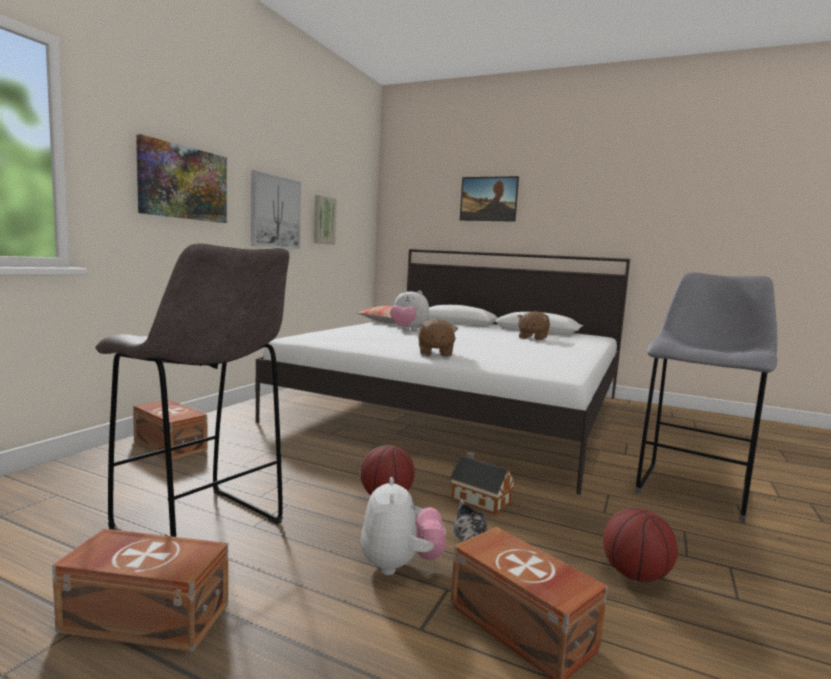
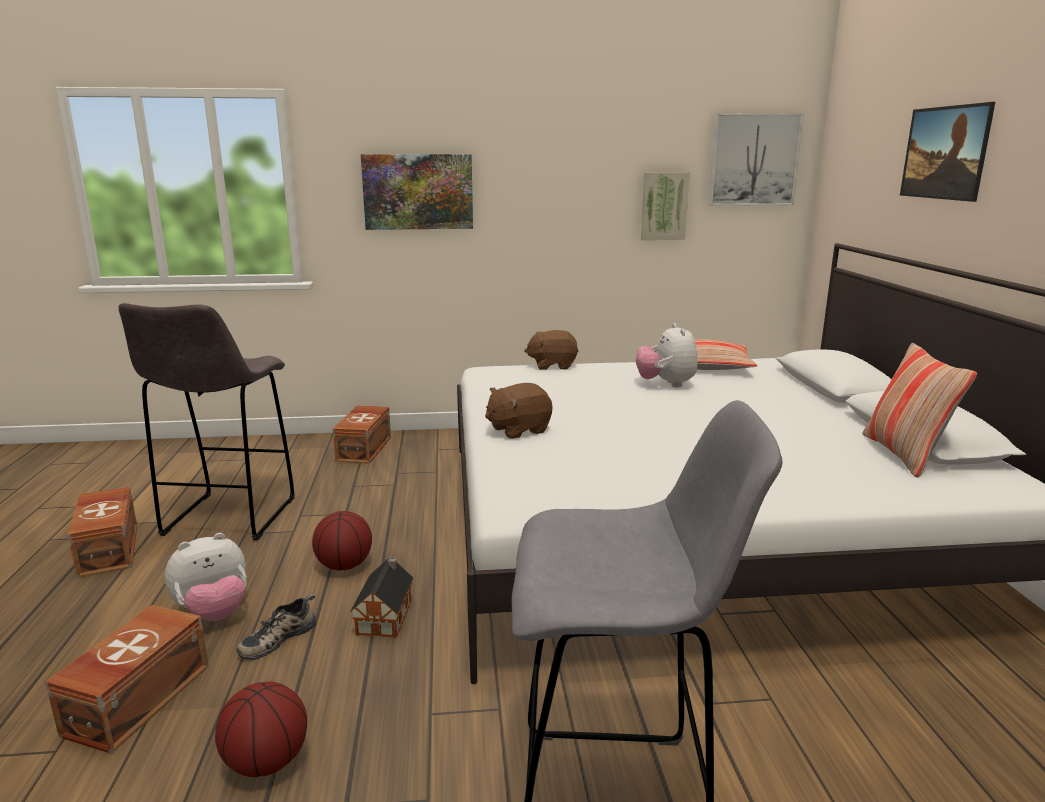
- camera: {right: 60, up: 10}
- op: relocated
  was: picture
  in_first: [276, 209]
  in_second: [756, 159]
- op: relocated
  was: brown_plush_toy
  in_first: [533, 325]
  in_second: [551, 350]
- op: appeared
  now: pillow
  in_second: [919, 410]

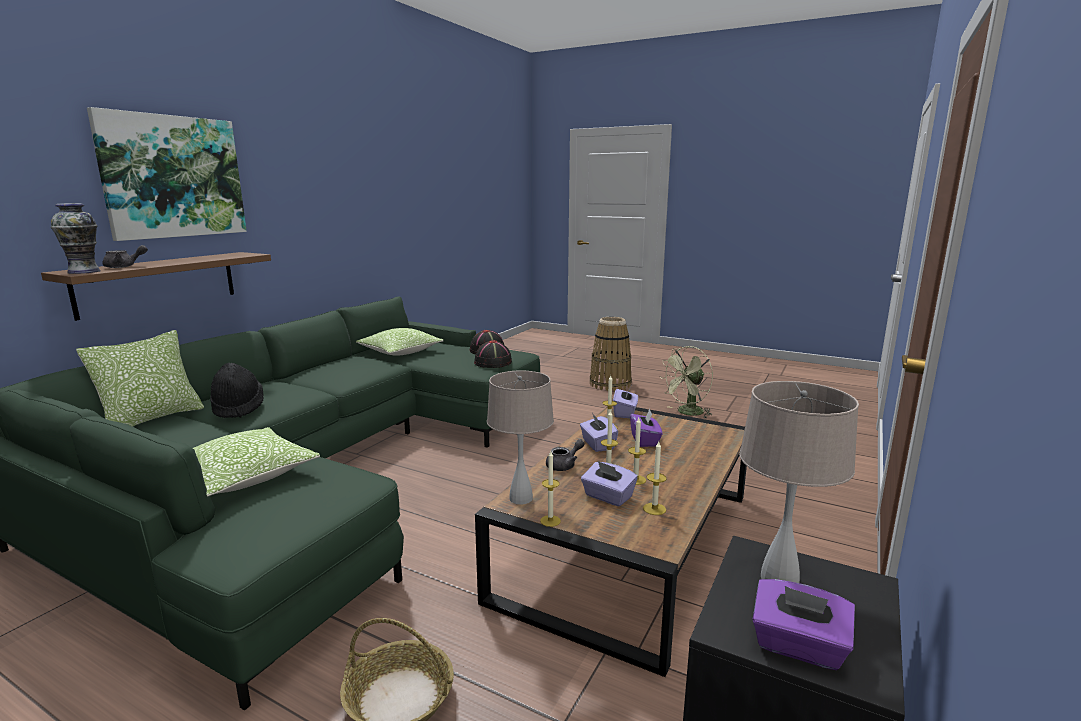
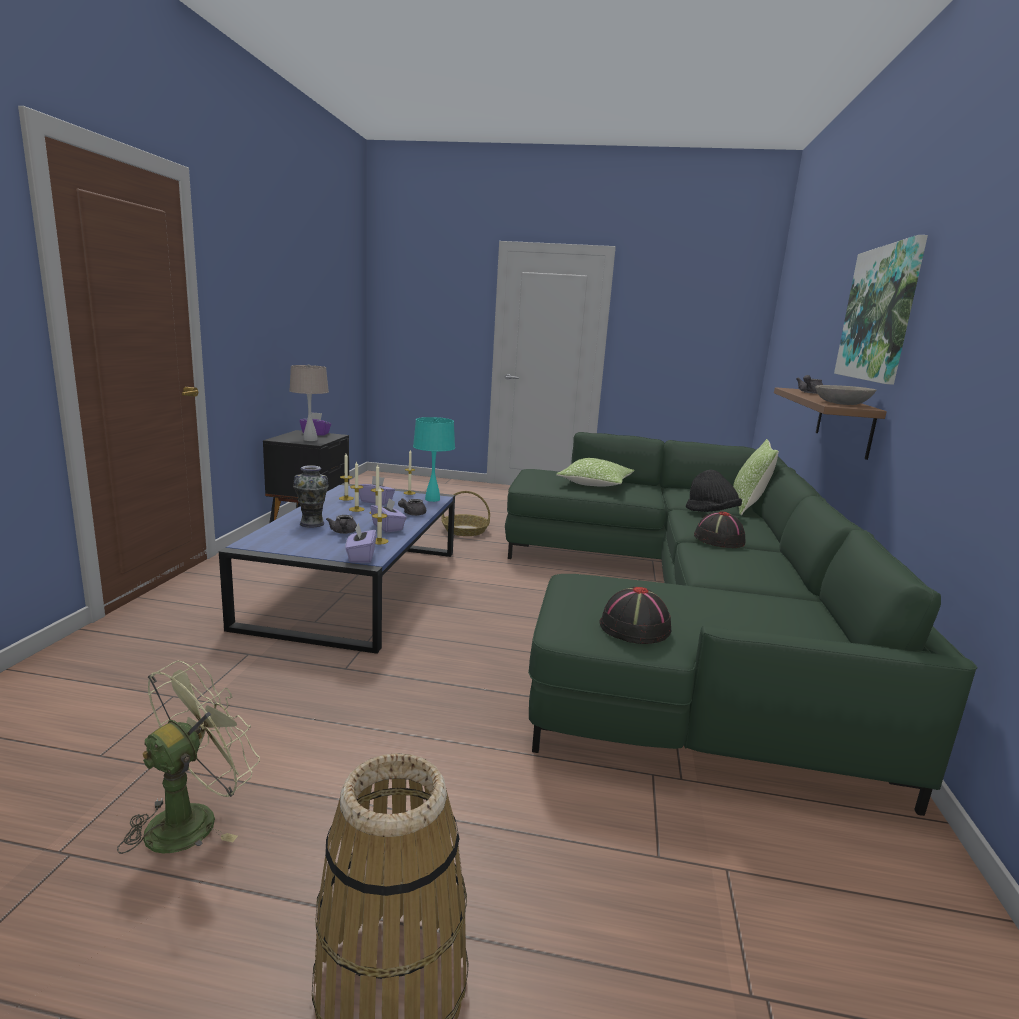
- camera: {right: 160, up: 0}
- op: relocated
  was: vase
  in_first: [76, 238]
  in_second: [310, 496]
- op: missing
  was: pillow
  in_first: [400, 342]
- op: relocated
  was: black_hat
  in_first: [493, 354]
  in_second: [720, 529]
- op: colour
  was: beige_table_lamp
  now: turquoise_table_lamp
  in_first: [520, 437]
  in_second: [434, 459]
- op: colour
  was: brown_coffee_table
  now: blue_coffee_table
  in_first: [611, 541]
  in_second: [337, 568]
- op: exchanged
  was: purple_tissue_box
  now: grey_teapot
  in_first: [646, 428]
  in_second: [341, 524]
- op: appeared
  now: grey_bowl
  in_second: [845, 395]

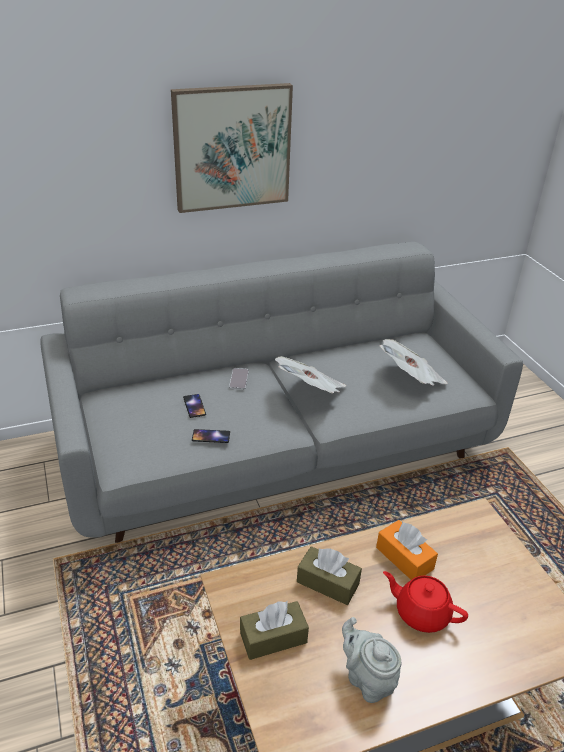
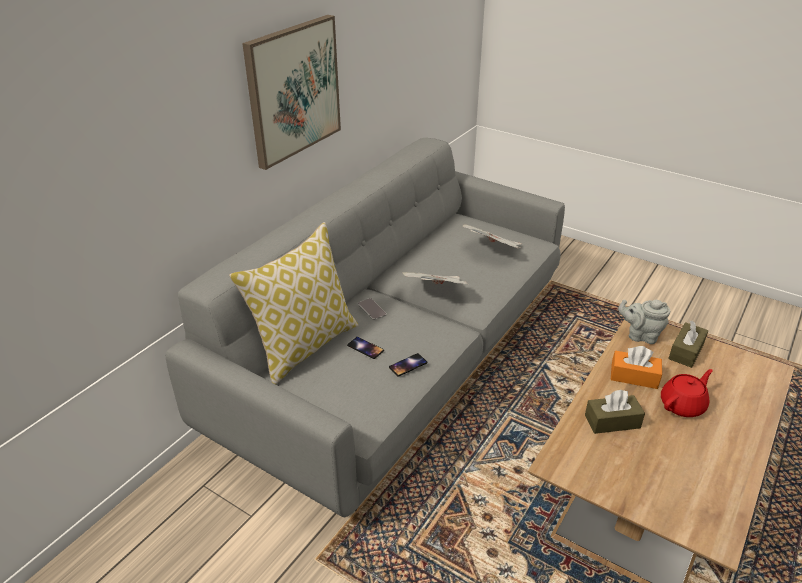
- camera: {right: -35, up: 0}
- op: spun
  was: red_teapot
  in_first: [425, 602]
  in_second: [687, 393]
  clockwise: 150
- op: relocated
  was: brown_tissue_box
  in_first: [274, 630]
  in_second: [688, 344]
- op: relocated
  was: grey_teapot
  in_first: [372, 660]
  in_second: [644, 322]
- op: appeared
  now: pillow
  in_second: [293, 303]

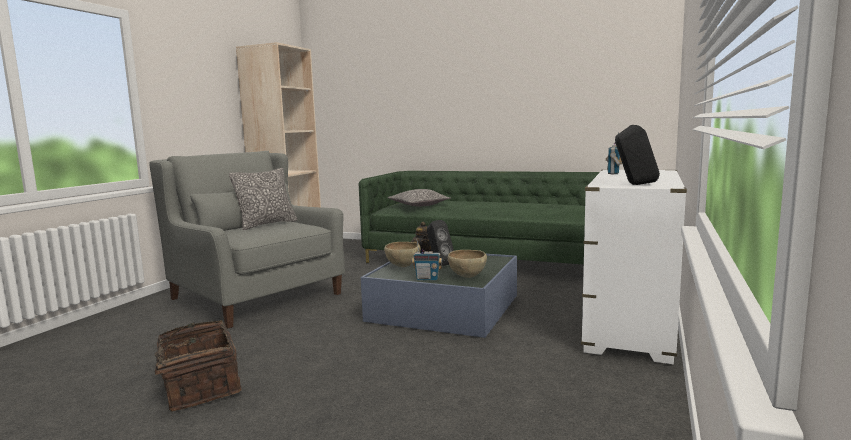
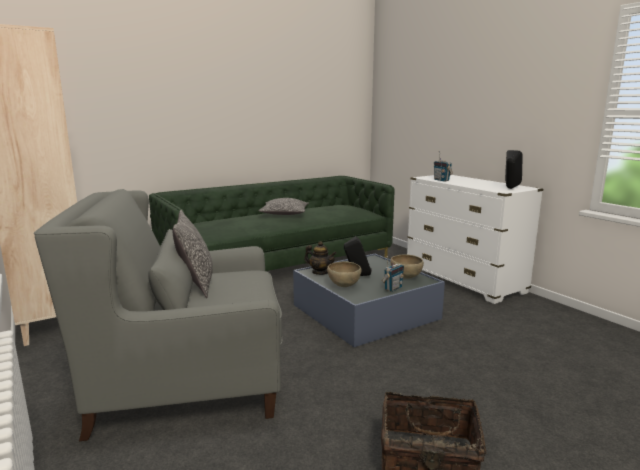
- camera: {right: -55, up: 5}
- op: relocated
  was: pillow
  in_first: [419, 197]
  in_second: [283, 206]

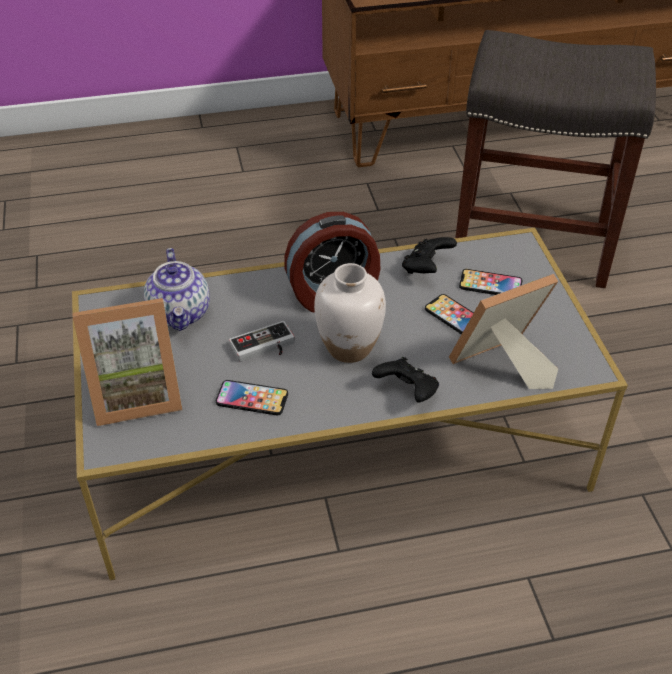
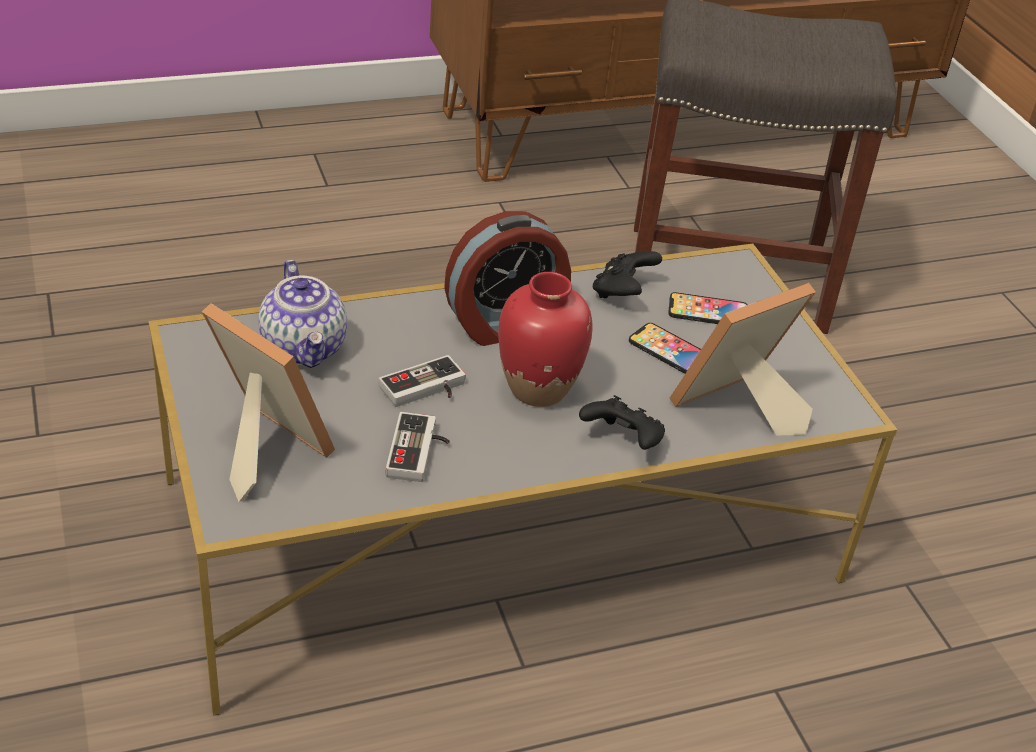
- camera: {right: -10, up: -5}
- op: colour
  was: white_vase
  now: red_vase
  in_first: [350, 313]
  in_second: [545, 339]
- op: spun
  was: picture_frame
  in_first: [127, 362]
  in_second: [268, 402]
  clockwise: -120
- op: exchanged
  was: phone
  now: game_controller
  in_first: [252, 397]
  in_second: [418, 447]

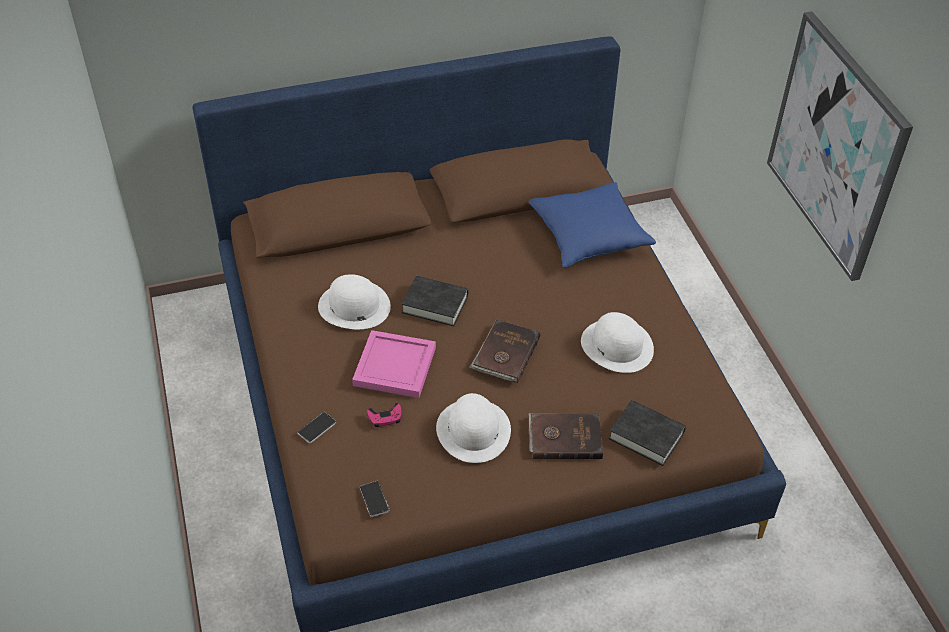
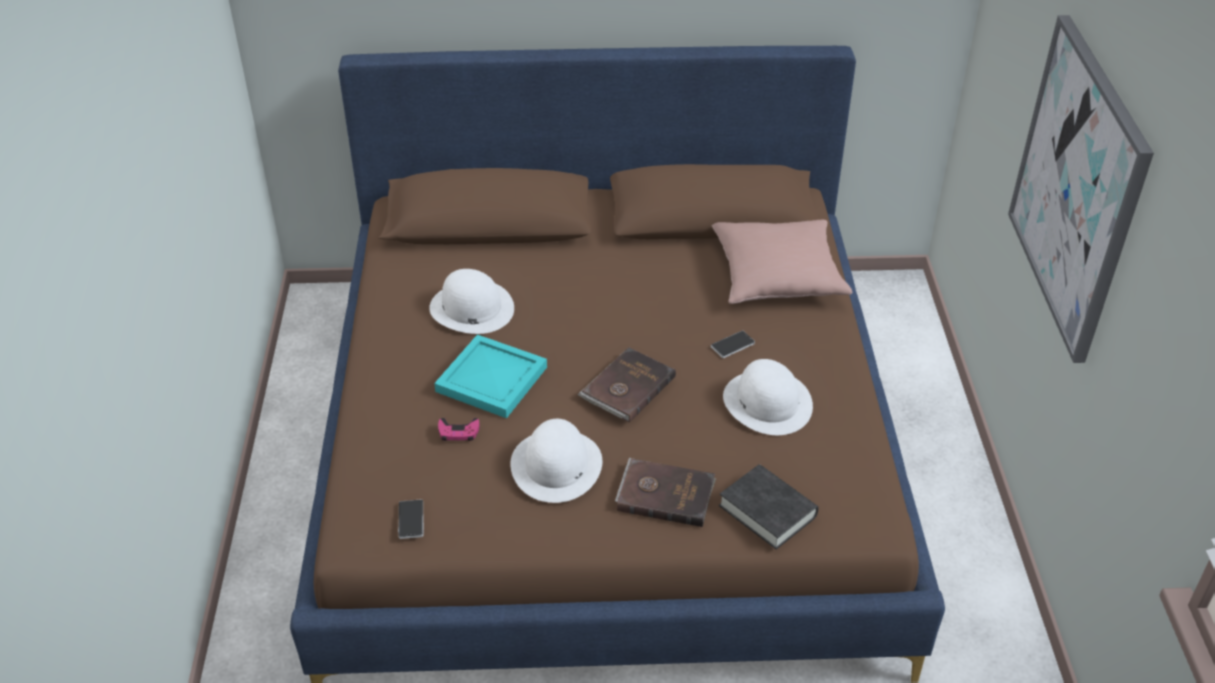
- camera: {right: 15, up: -5}
- op: colour
  was: blue_pillow
  now: pink_pillow
  in_first: [592, 225]
  in_second: [782, 262]
- op: missing
  was: black_book
  in_first: [434, 301]
- op: colour
  was: pink_tray
  now: turquoise_tray
  in_first: [394, 364]
  in_second: [490, 376]
- op: relocated
  was: phone
  in_first: [316, 428]
  in_second: [733, 344]

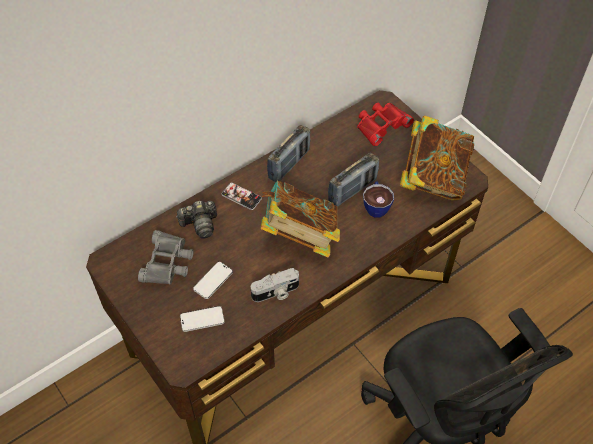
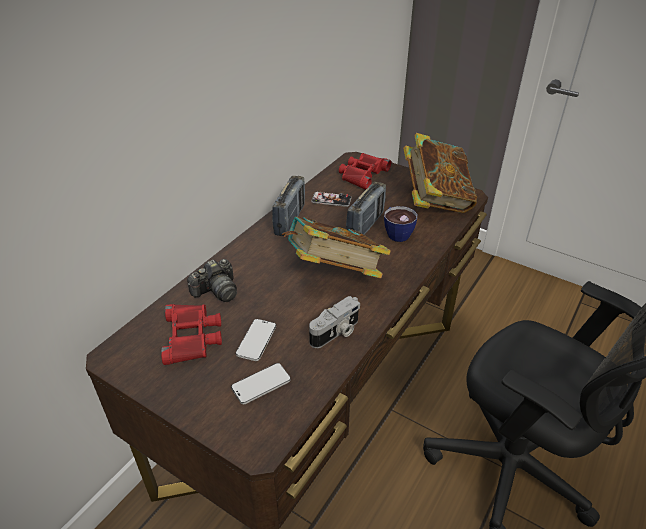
- camera: {right: -20, up: -15}
- op: relocated
  was: phone
  in_first: [241, 196]
  in_second: [331, 199]
- op: colour
  was: grey_binoculars
  now: red_binoculars
  in_first: [165, 257]
  in_second: [191, 334]

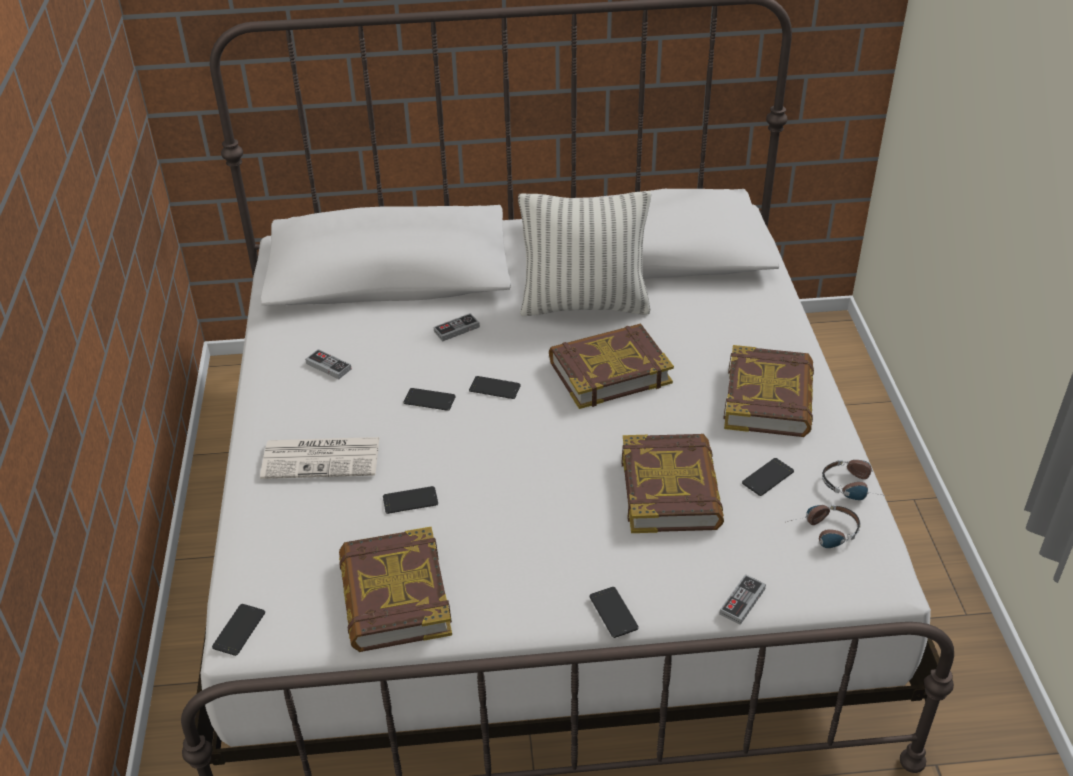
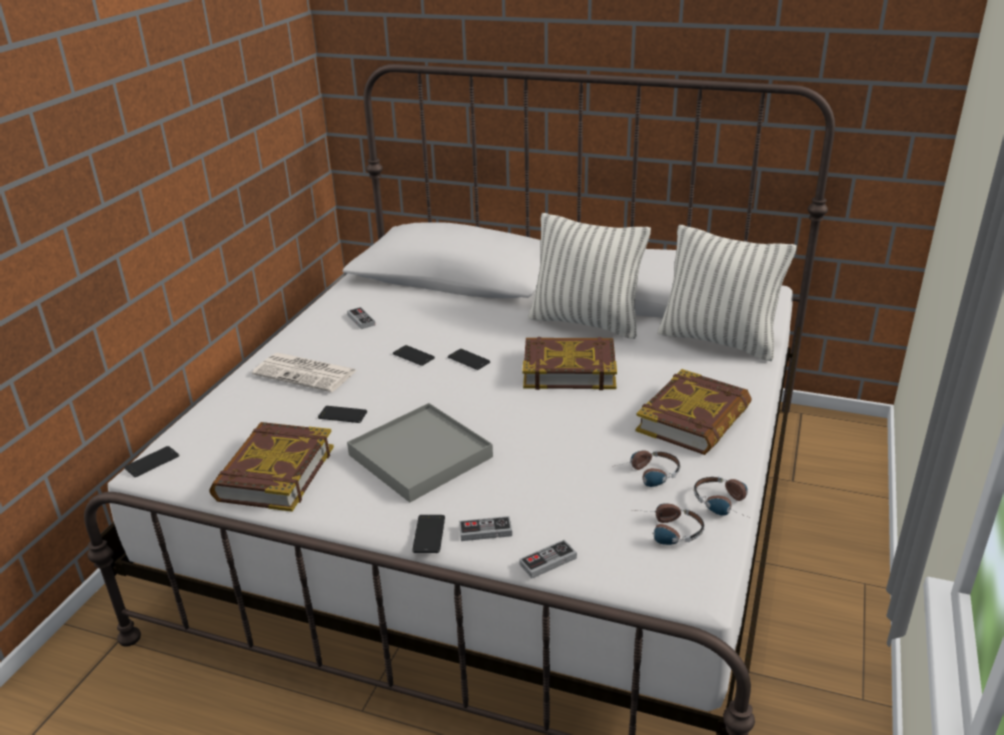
- camera: {right: 25, up: -10}
- op: relocated
  was: game_controller
  in_first: [457, 327]
  in_second: [485, 528]
- op: missing
  was: book
  in_first: [672, 483]
- op: exchanged
  was: phone
  now: headphones
  in_first: [768, 477]
  in_second: [648, 468]
- op: appeared
  now: pillow
  in_second: [727, 293]
- op: appeared
  now: grey_tray
  in_second: [420, 452]

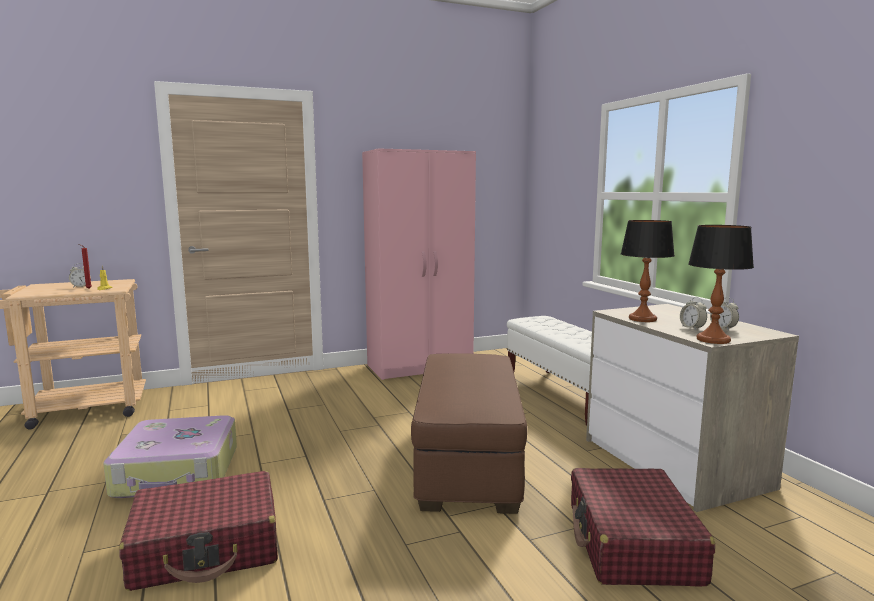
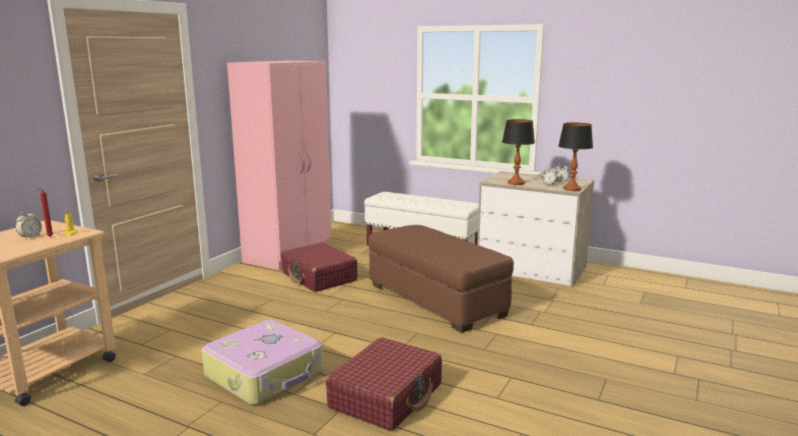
- camera: {right: -40, up: 5}
- op: relocated
  was: red_suitcase
  in_first: [643, 527]
  in_second: [319, 267]

